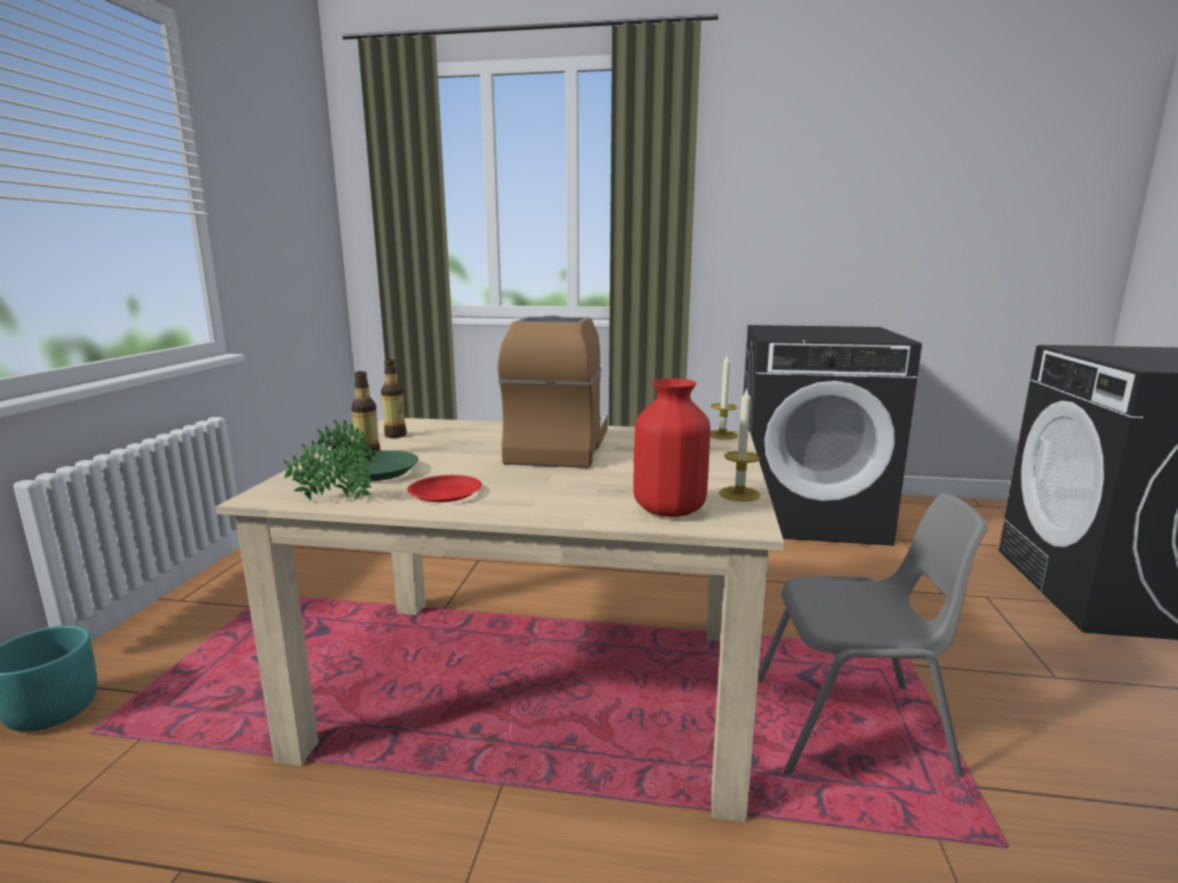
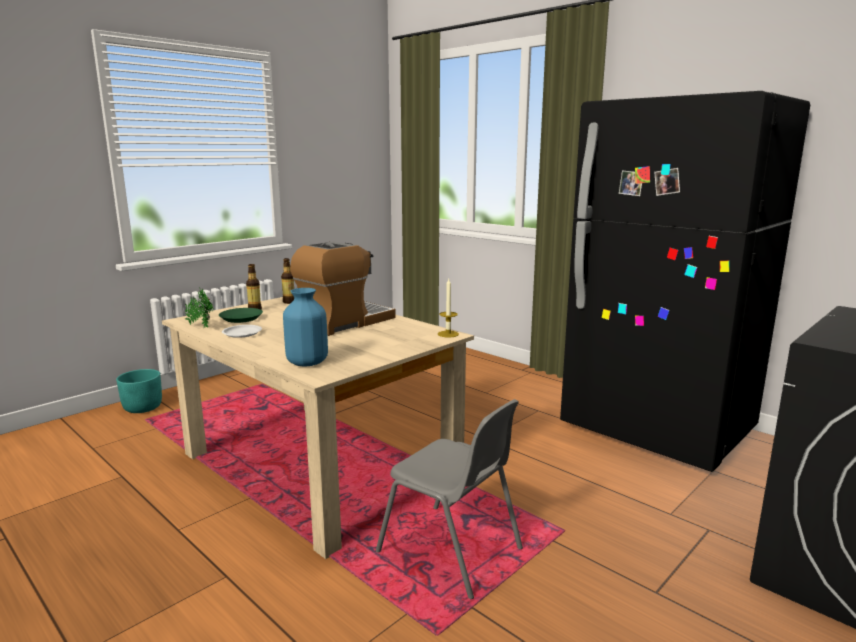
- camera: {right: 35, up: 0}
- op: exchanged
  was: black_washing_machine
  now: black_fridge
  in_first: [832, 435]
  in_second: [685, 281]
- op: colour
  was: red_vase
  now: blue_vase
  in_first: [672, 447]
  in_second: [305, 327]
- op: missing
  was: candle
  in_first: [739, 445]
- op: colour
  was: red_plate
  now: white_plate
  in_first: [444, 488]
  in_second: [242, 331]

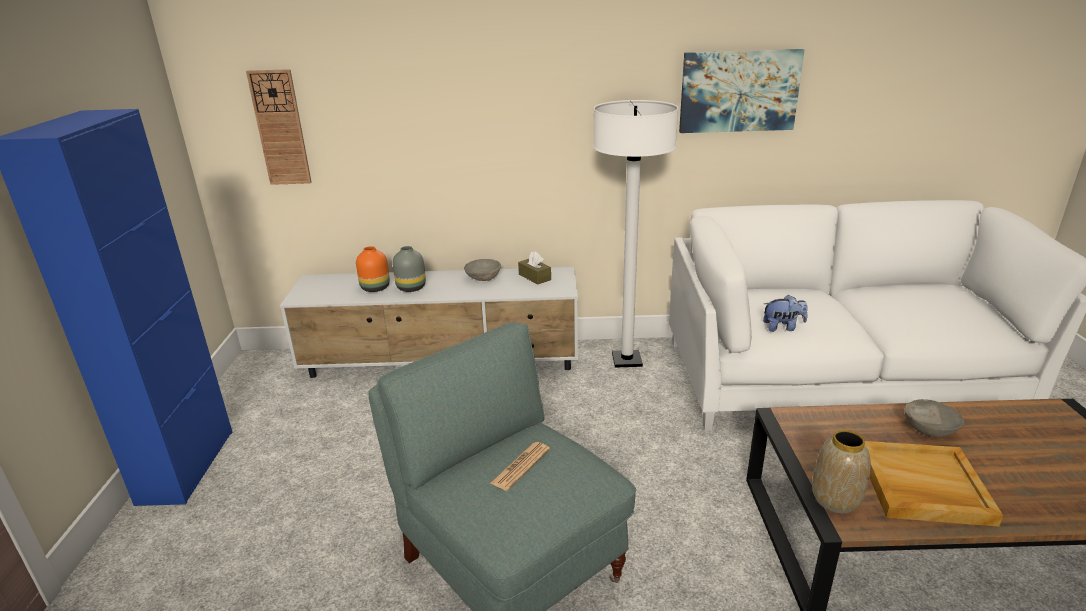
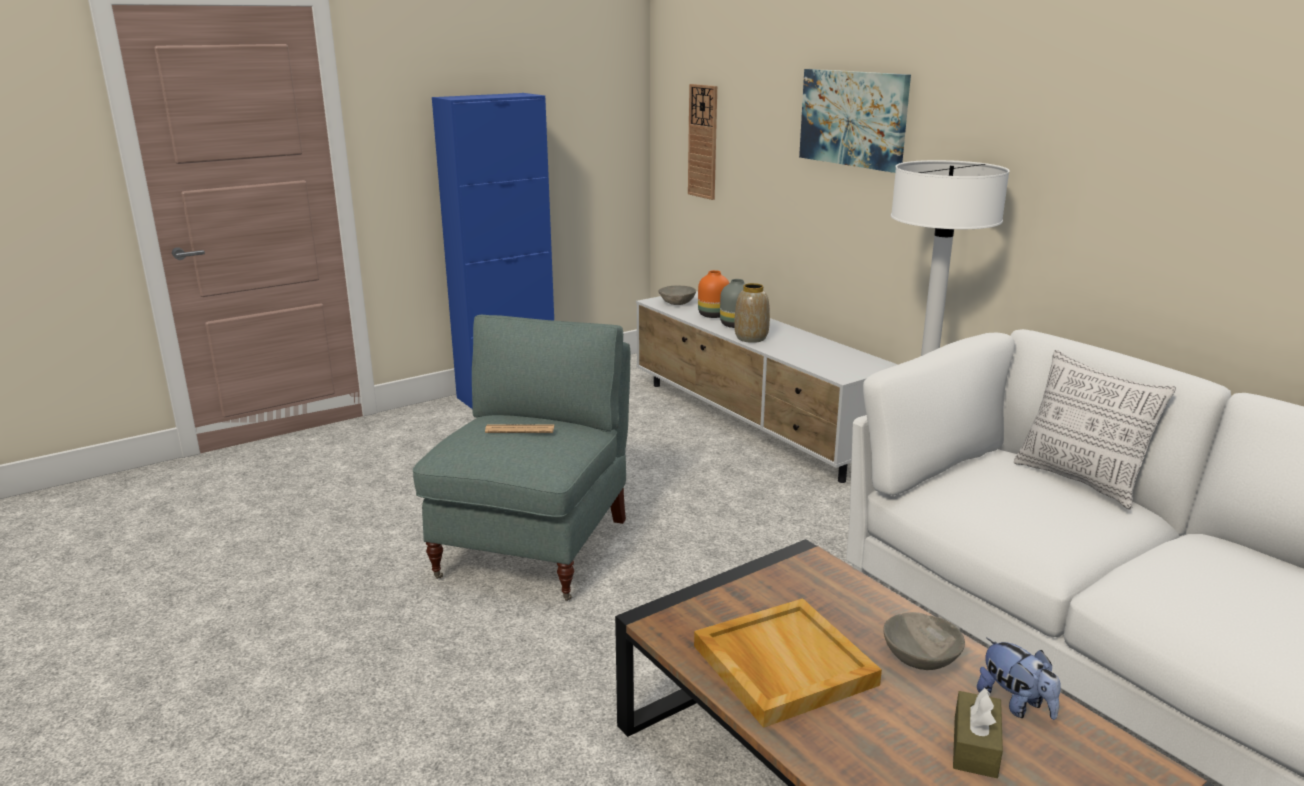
- camera: {right: 55, up: -5}
- op: relocated
  was: picture
  in_first: [741, 91]
  in_second: [855, 121]
- op: relocated
  was: brown_tissue_box
  in_first: [534, 267]
  in_second: [978, 733]
- op: relocated
  was: grey_bowl
  in_first: [482, 270]
  in_second: [677, 295]
- op: relocated
  was: plush_toy
  in_first: [785, 313]
  in_second: [1019, 679]
- op: relocated
  was: vase
  in_first: [841, 471]
  in_second: [752, 313]
- op: appeared
  now: pillow
  in_second: [1095, 430]

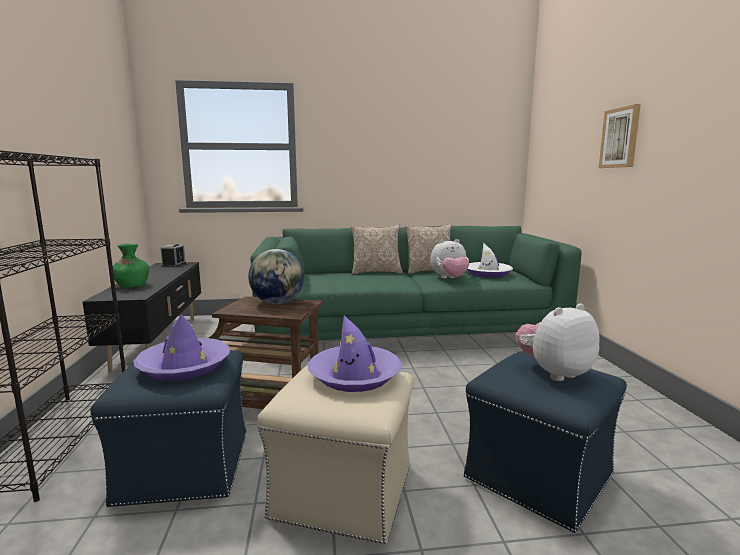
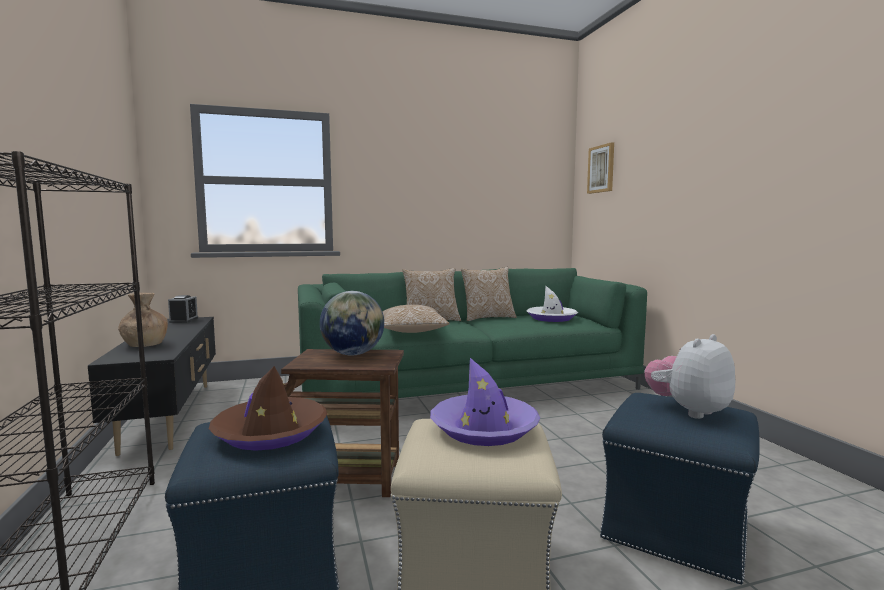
- camera: {right: -10, up: -5}
- op: relocated
  was: picture
  in_first: [620, 136]
  in_second: [600, 168]
- op: missing
  was: plush_toy
  in_first: [450, 258]
- op: colour
  was: green_vase
  now: brown_vase
  in_first: [131, 266]
  in_second: [143, 320]
- op: colour
  was: purple_hat
  now: brown_hat
  in_first: [182, 347]
  in_second: [268, 408]
- op: appeared
  now: pillow
  in_second: [416, 319]

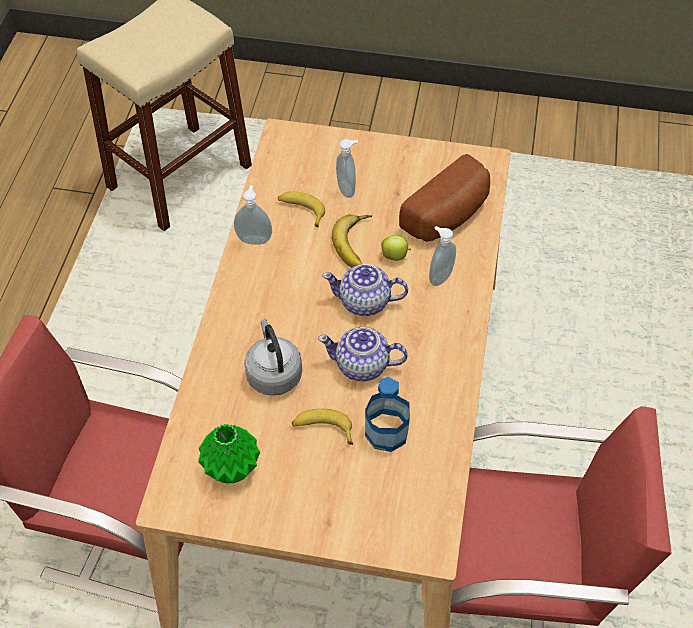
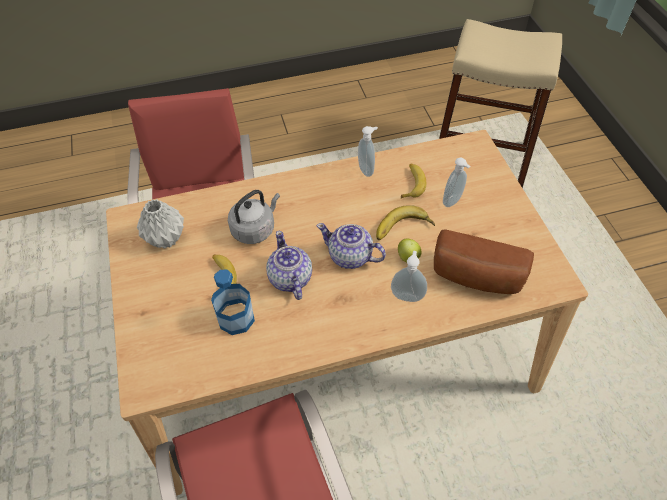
- camera: {right: 65, up: 0}
- op: spun
  was: teapot
  in_first: [365, 290]
  in_second: [351, 246]
  clockwise: -45
- op: colour
  was: green_vase
  now: grey_vase
  in_first: [229, 453]
  in_second: [160, 224]

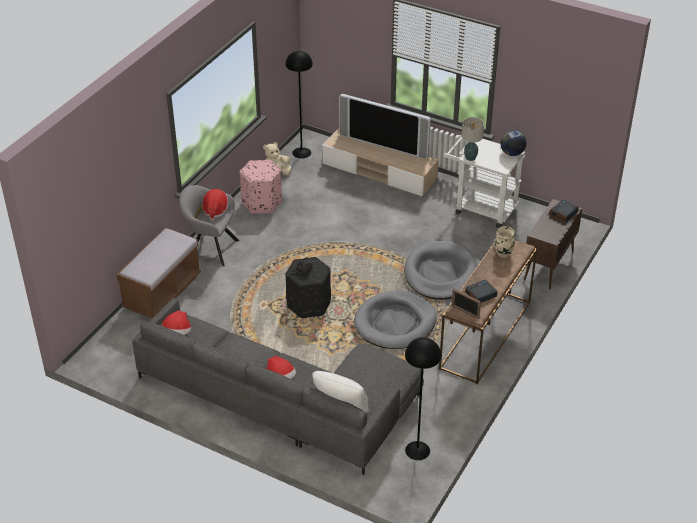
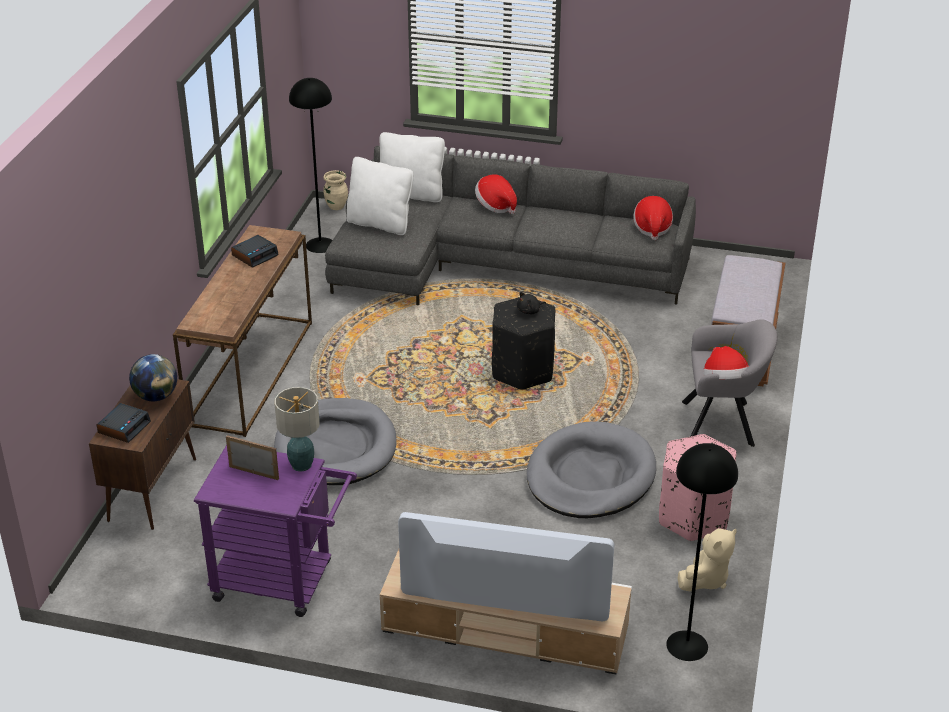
- camera: {right: 165, up: -5}
- op: relocated
  was: globe
  in_first: [513, 143]
  in_second: [153, 377]
- op: colour
  was: white_cart
  now: purple_cart
  in_first: [484, 181]
  in_second: [275, 531]
- op: relocated
  was: beige_vase
  in_first: [505, 242]
  in_second: [335, 190]
- op: relocated
  was: picture_frame
  in_first: [466, 303]
  in_second: [252, 457]
- op: relocated
  was: grey_dog_bed
  in_first: [395, 319]
  in_second: [591, 469]
- op: appeared
  now: white_pillow
  in_second: [379, 196]

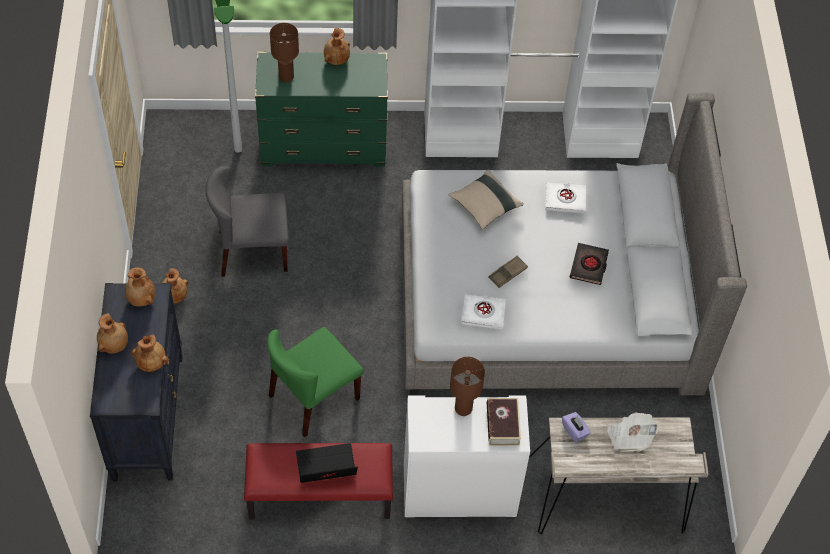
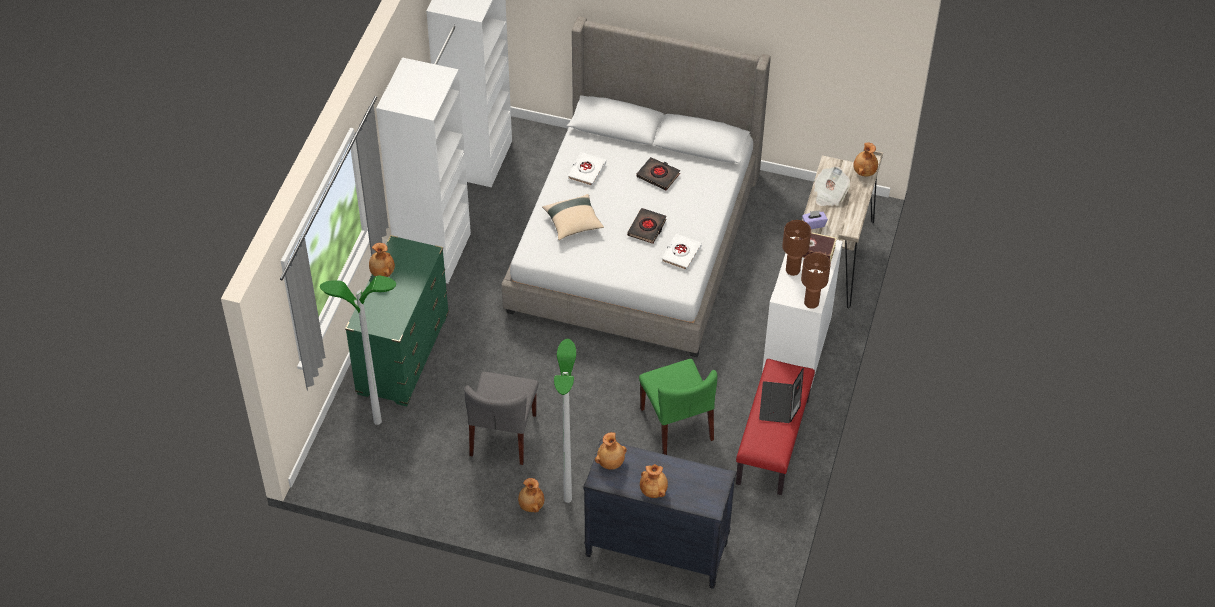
- camera: {right: -70, up: -5}
- op: relocated
  was: brown_table_lamp
  in_first: [284, 52]
  in_second: [816, 281]
- op: exchanged
  was: brown_tray
  now: black_book
  in_first: [508, 271]
  in_second: [647, 226]
- op: relocated
  was: brown_vase
  in_first: [149, 353]
  in_second: [865, 160]
- op: appeared
  now: floor_lamp
  in_second: [565, 421]

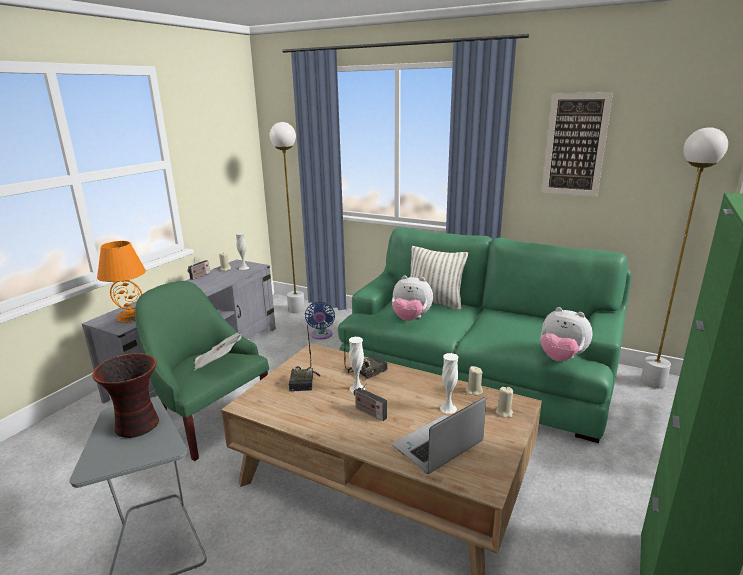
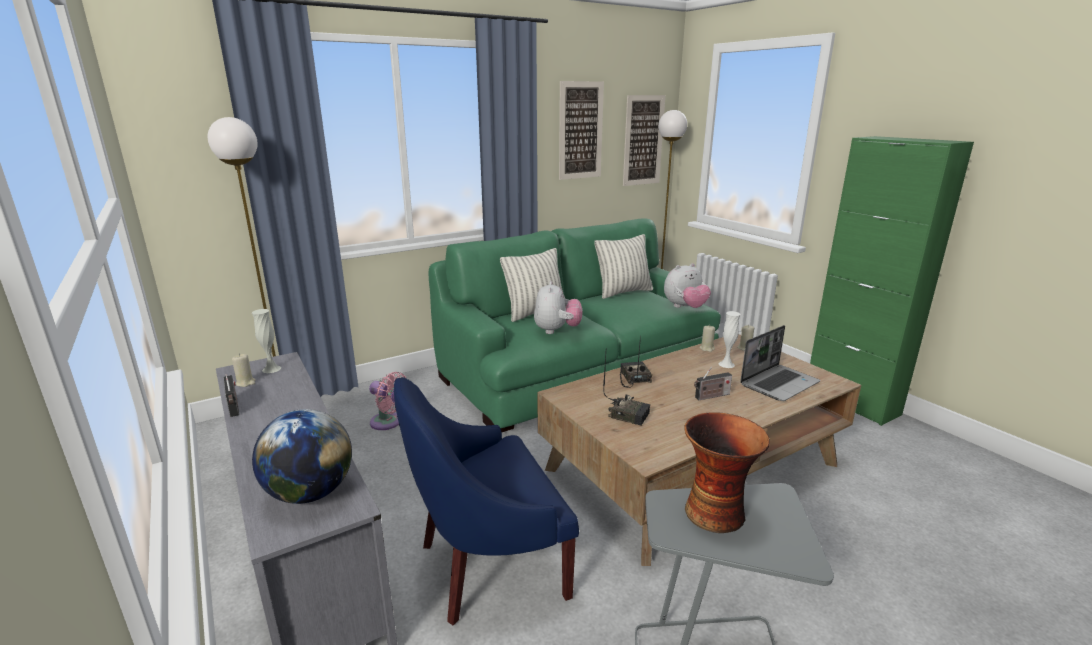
- camera: {right: -60, up: 0}
- op: exchanged
  was: orange_table_lamp
  now: globe
  in_first: [121, 281]
  in_second: [302, 456]
- op: spun
  was: plush_toy
  in_first: [412, 298]
  in_second: [558, 307]
  clockwise: -45
- op: colour
  was: green_armchair
  now: blue_armchair
  in_first: [202, 371]
  in_second: [486, 501]
- op: colour
  was: blue_fan
  now: pink_fan
  in_first: [320, 320]
  in_second: [387, 401]
- op: missing
  was: newspaper
  in_first: [218, 351]
- op: missing
  was: white_vase
  in_first: [357, 364]
- op: spun
  was: laptop
  in_first: [439, 435]
  in_second: [780, 363]
  clockwise: -120
- op: appeared
  now: picture
  in_second: [644, 140]
- op: appeared
  now: pillow
  in_second: [623, 266]

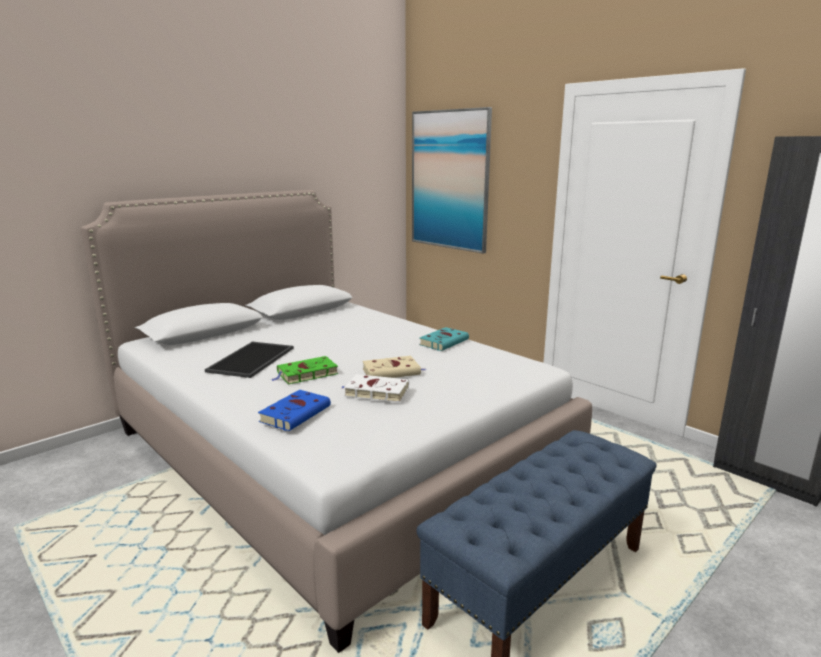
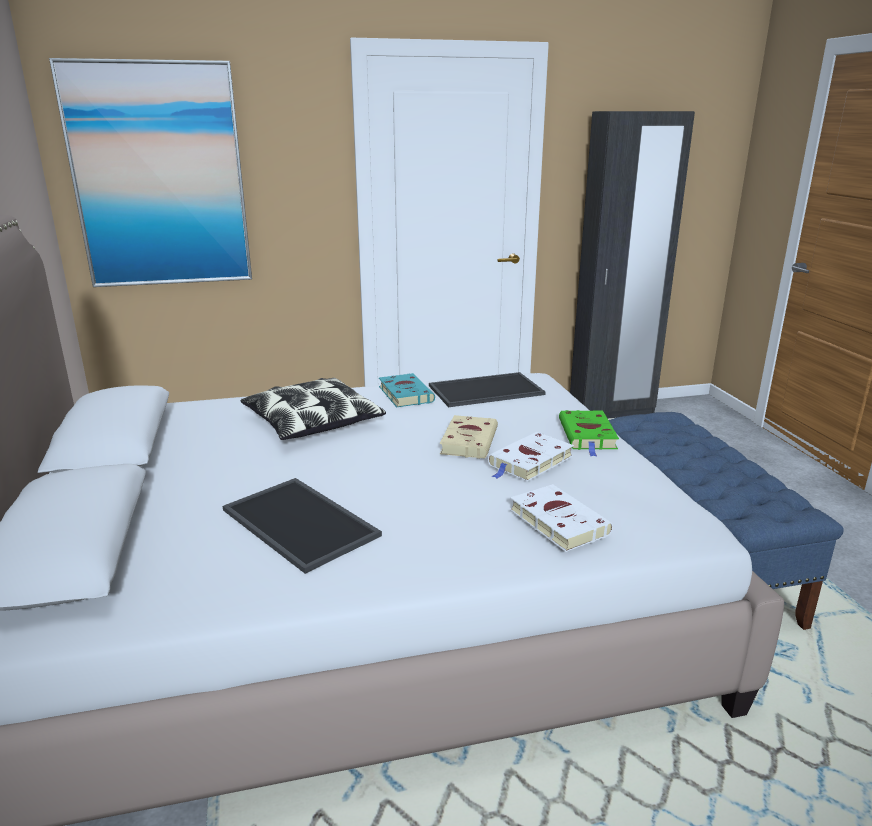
- camera: {right: -60, up: 5}
- op: relocated
  was: green_book
  in_first: [304, 370]
  in_second: [589, 433]
- op: colour
  was: blue_book
  now: white_book
  in_first: [294, 410]
  in_second: [561, 518]
- op: appeared
  now: tray
  in_second: [487, 389]
- op: appeared
  now: pillow
  in_second: [313, 409]

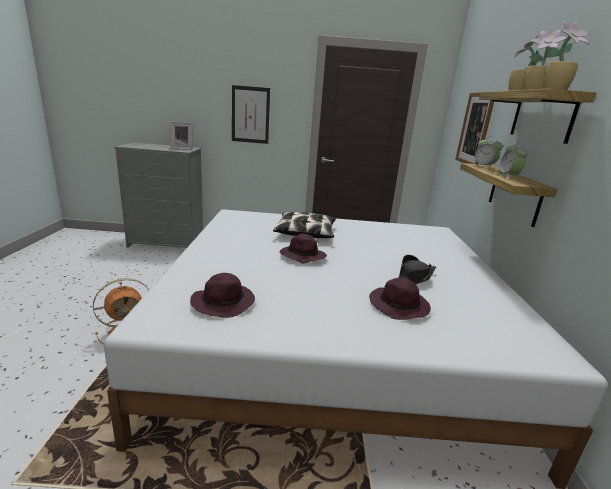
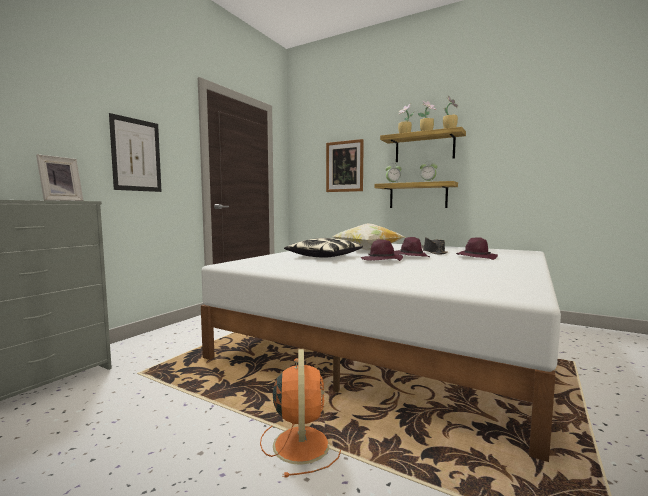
- camera: {right: -60, up: -15}
- op: relocated
  was: purple_hat
  in_first: [222, 295]
  in_second: [412, 247]
- op: appeared
  now: pillow
  in_second: [368, 236]

